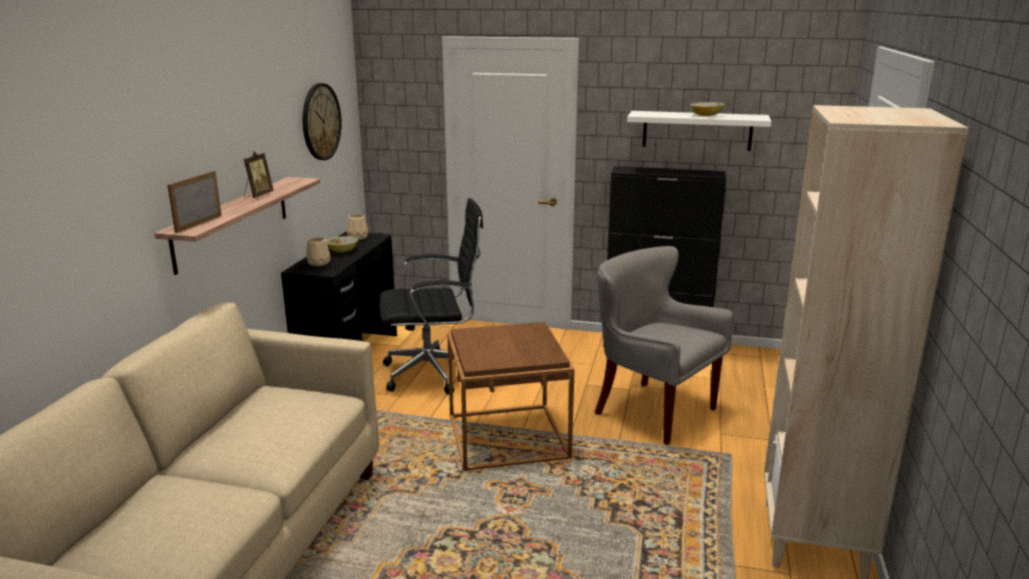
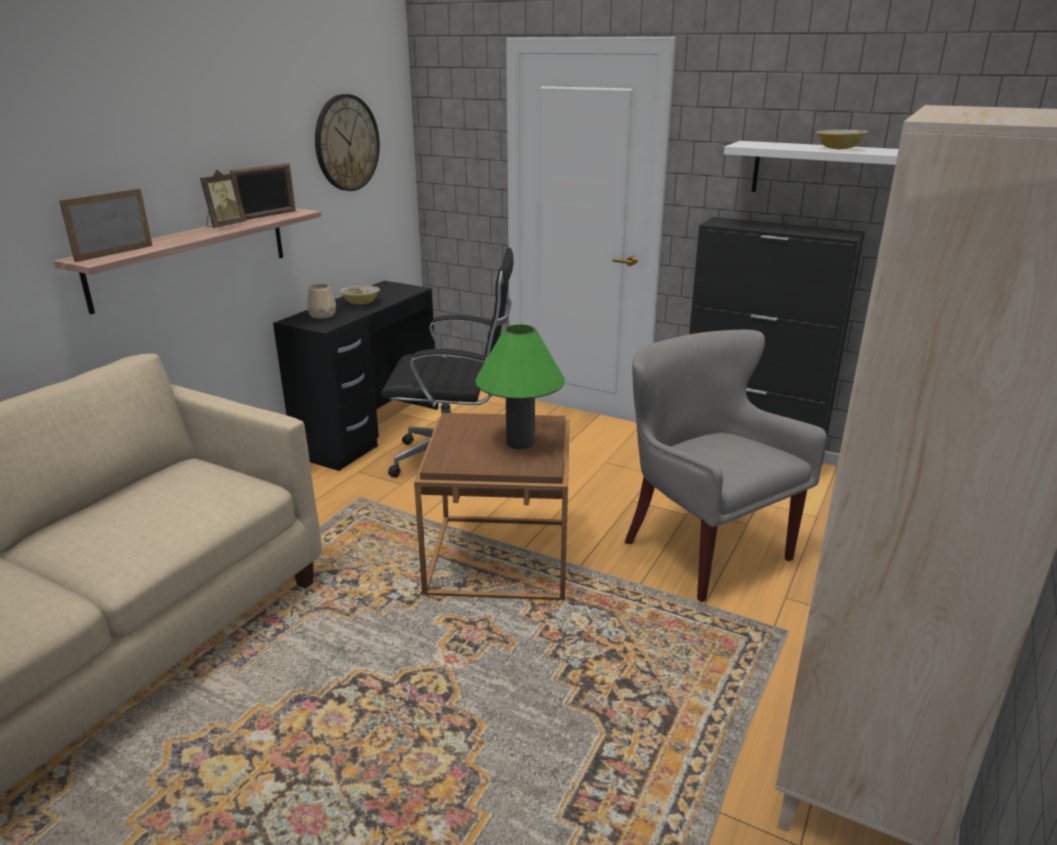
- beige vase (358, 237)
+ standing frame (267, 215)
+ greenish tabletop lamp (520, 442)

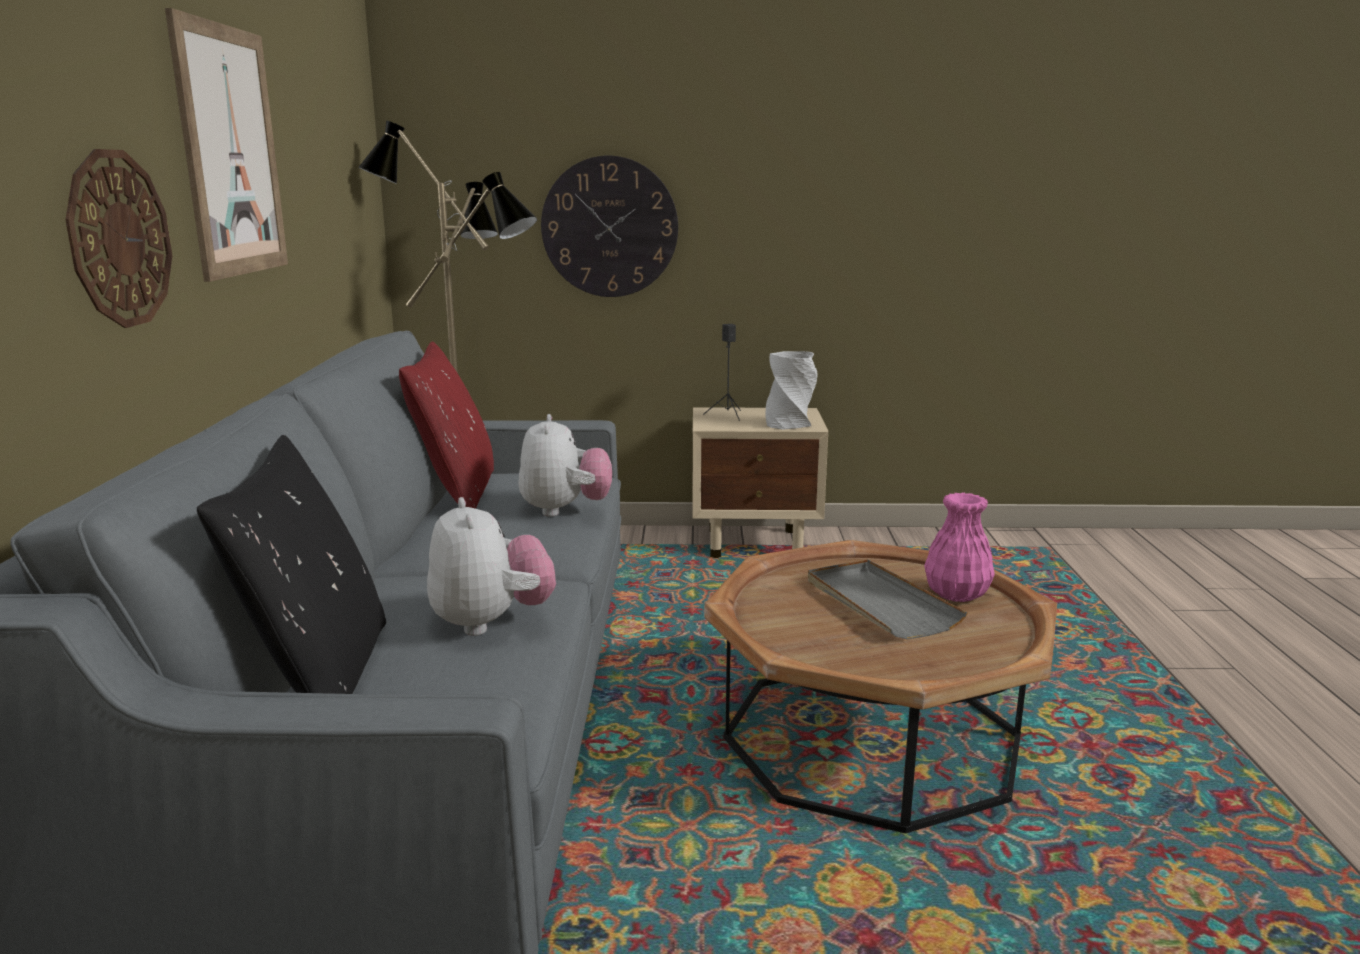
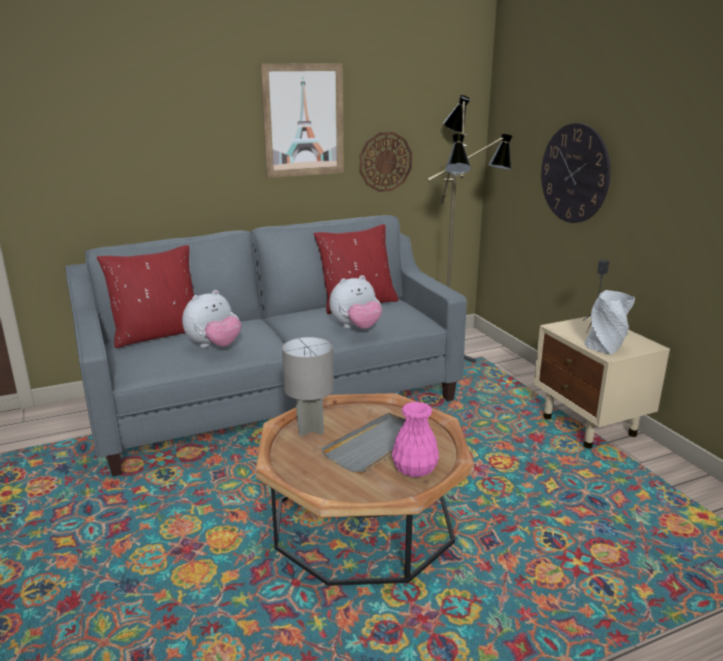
~ clock on the wall (119, 239) to (385, 162)
~ black cushion (319, 676) to red-coloured cushion (158, 334)
+ gray tabletop lamp (310, 429)

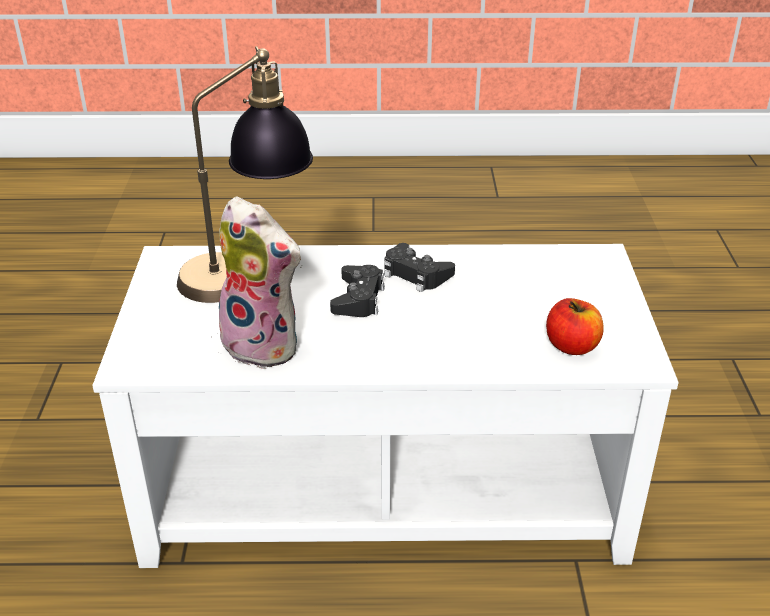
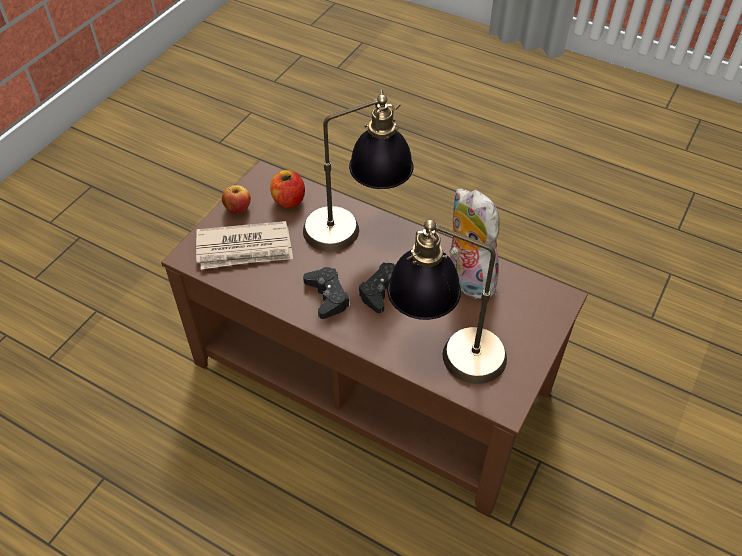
~ white coffee table (384, 484) to brown coffee table (371, 377)
+ newspaper (245, 249)
+ whole apple (237, 208)
+ tabletop lamp (356, 231)

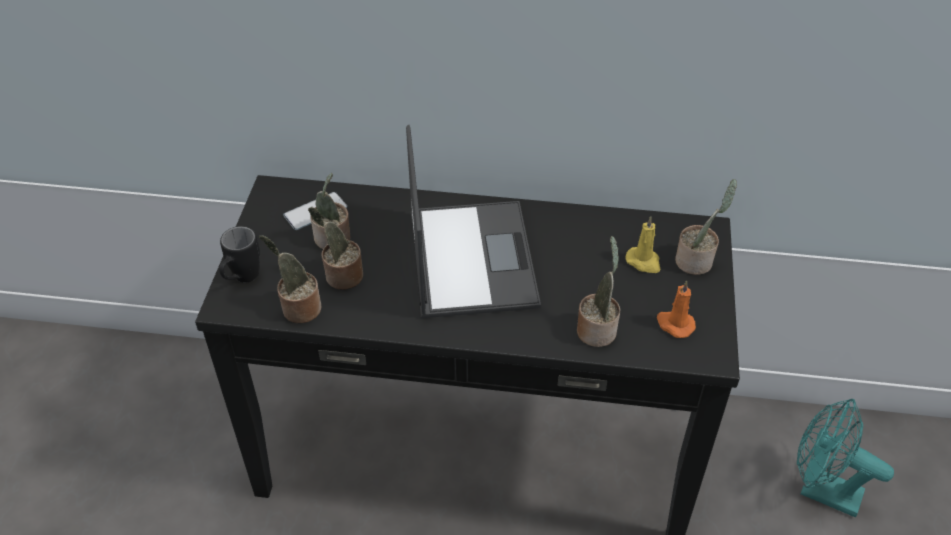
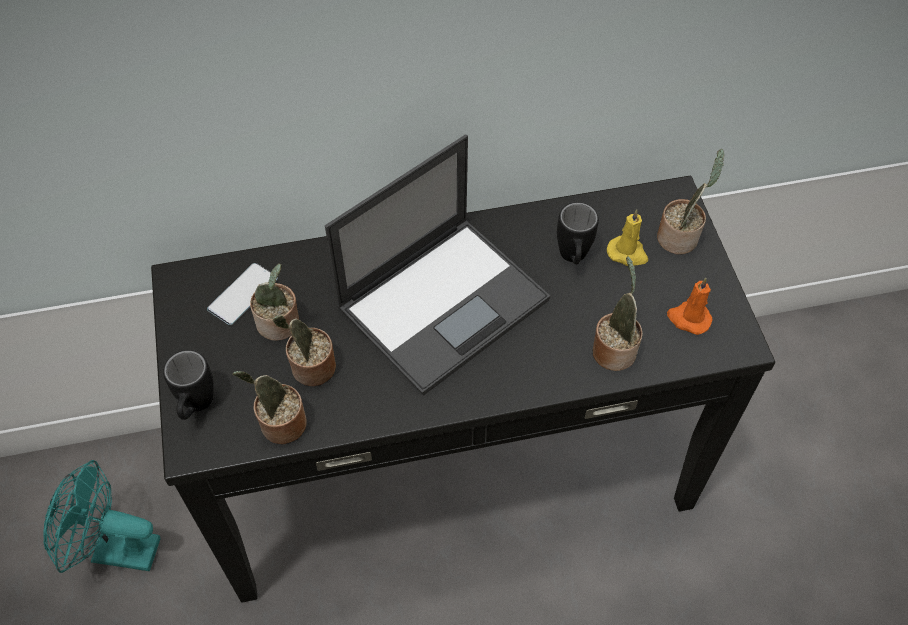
~ notebook computer (471, 257) = (445, 302) 75 degrees clockwise
~ turquoise-coloured electric fan (820, 490) to (115, 550)
+ black coffee mug (573, 259)

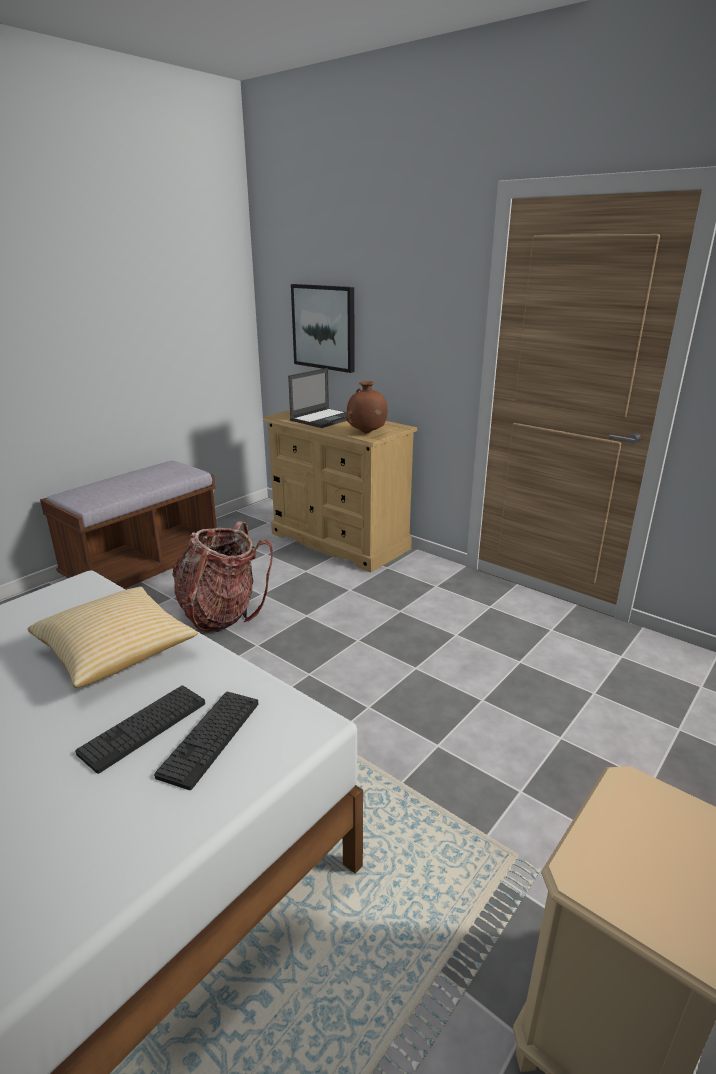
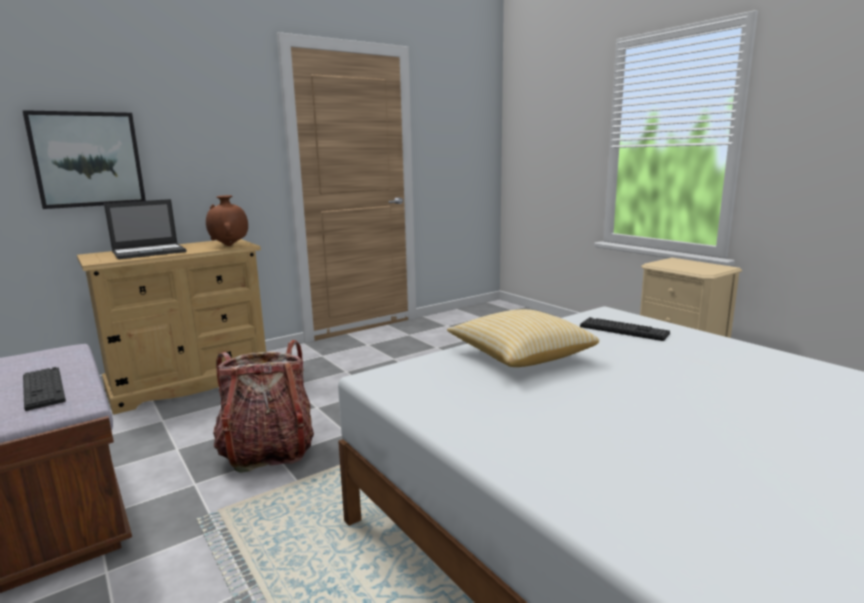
~ PC keyboard (144, 727) to (43, 389)
~ notebook computer (324, 418) = (150, 252) 90 degrees clockwise

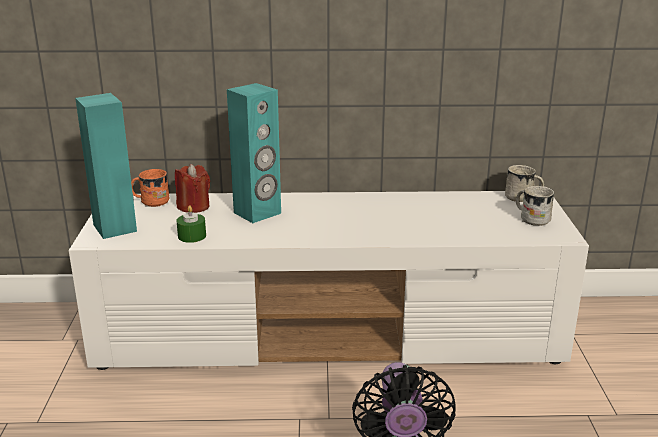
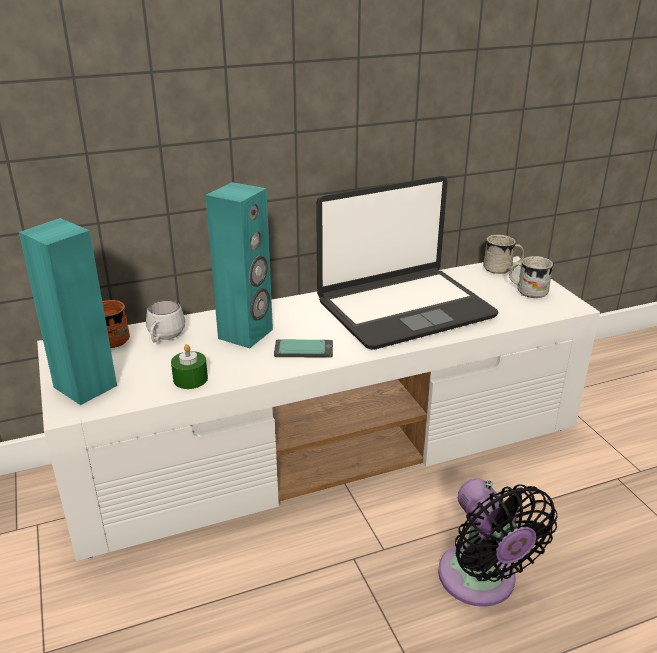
~ red-coloured candle (193, 206) to white coffee mug (164, 339)
+ phone (303, 350)
+ notebook computer (404, 309)

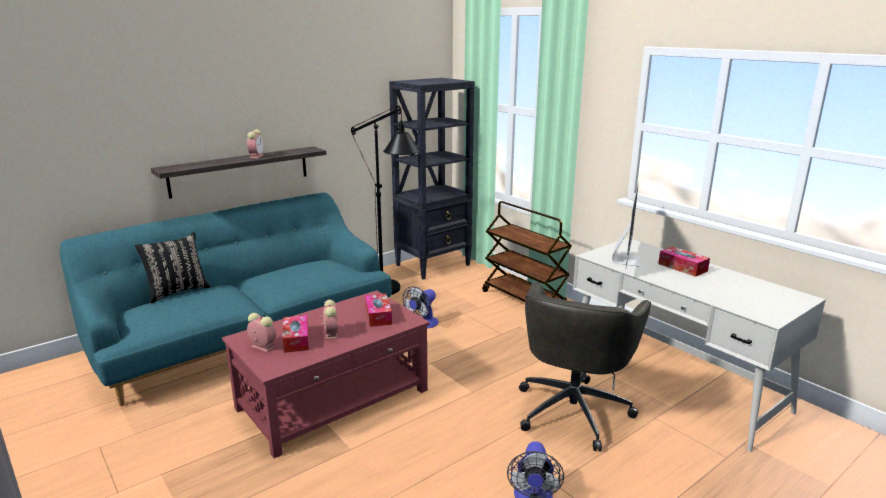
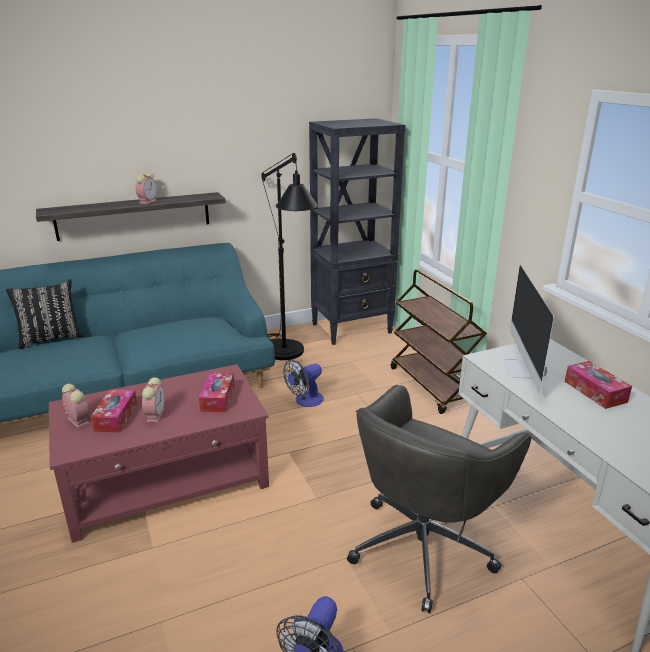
~ computer screen (626, 259) = (524, 369) 150 degrees clockwise

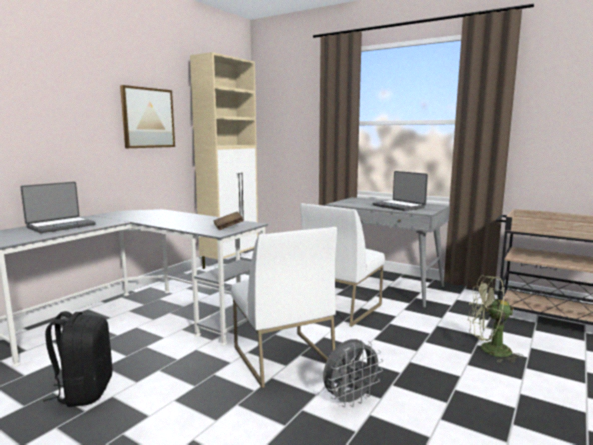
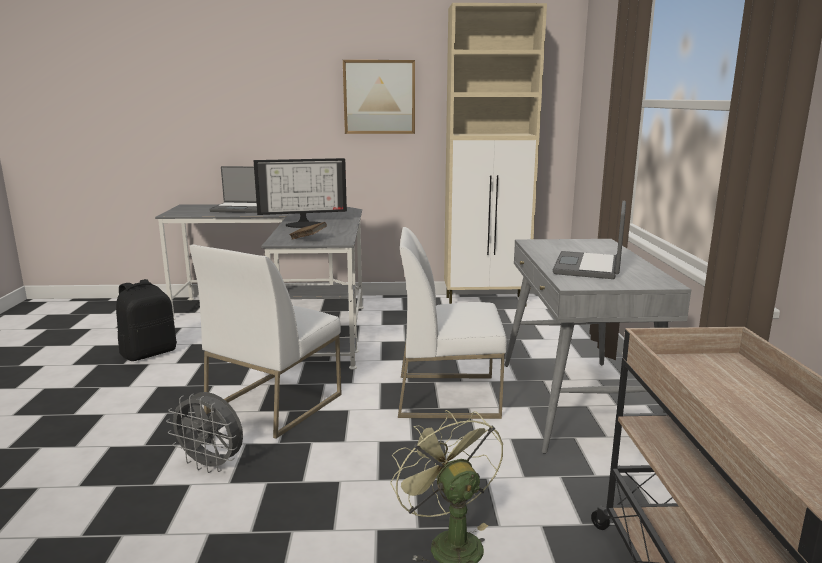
+ computer screen (304, 224)

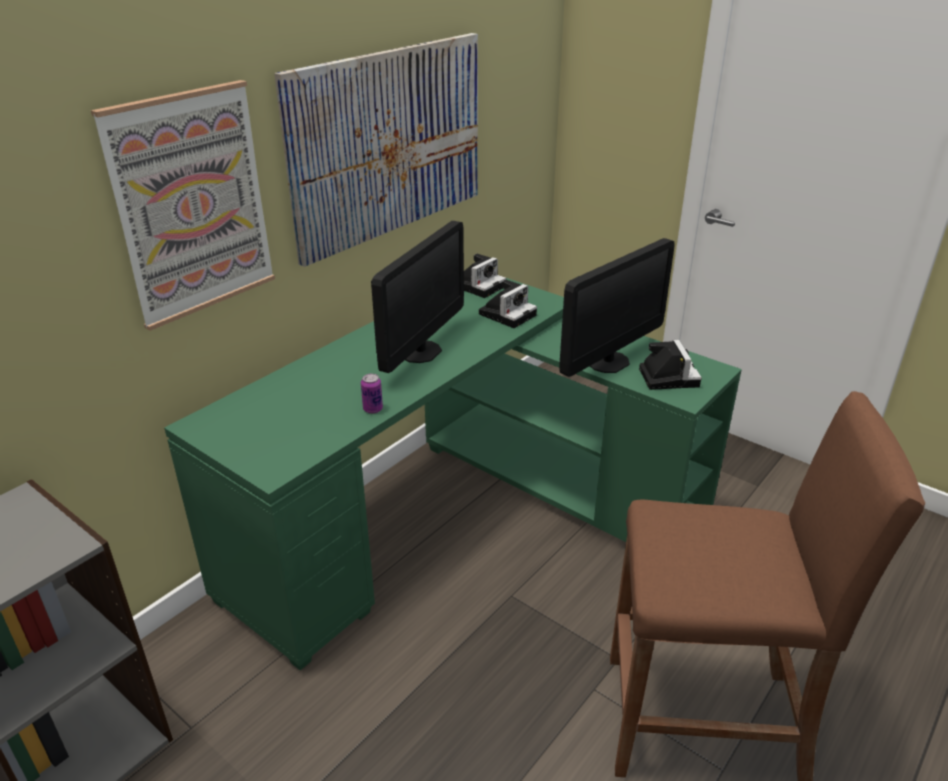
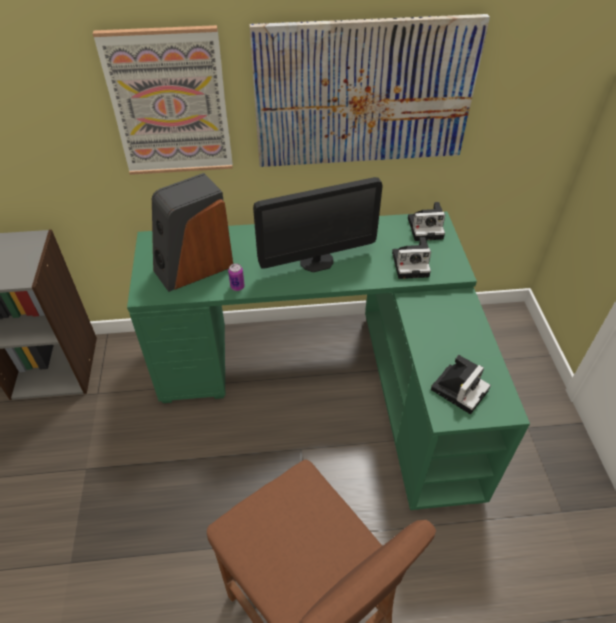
- computer screen (608, 362)
+ speaker (193, 267)

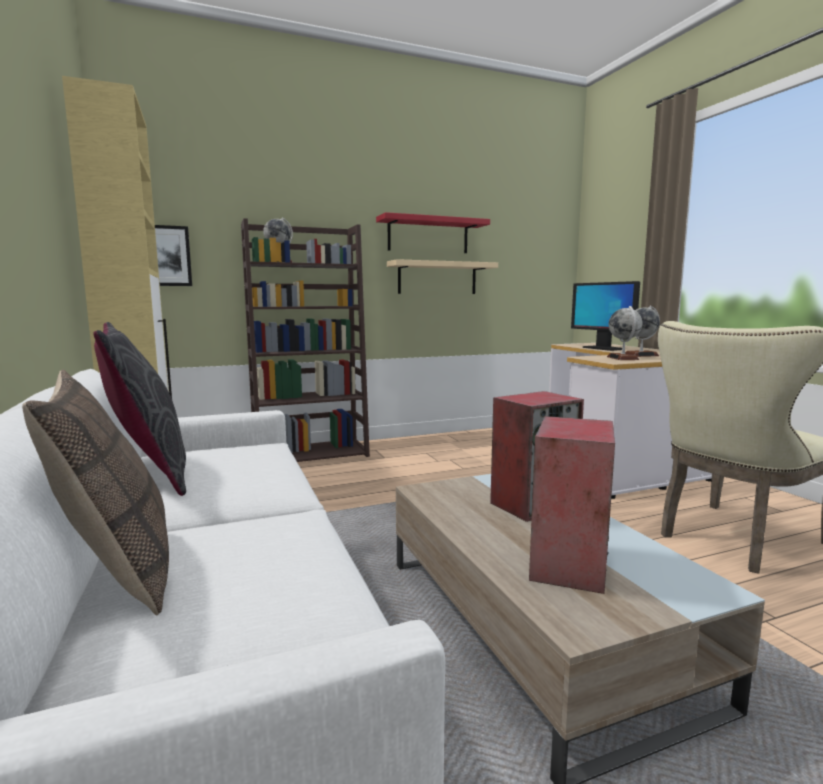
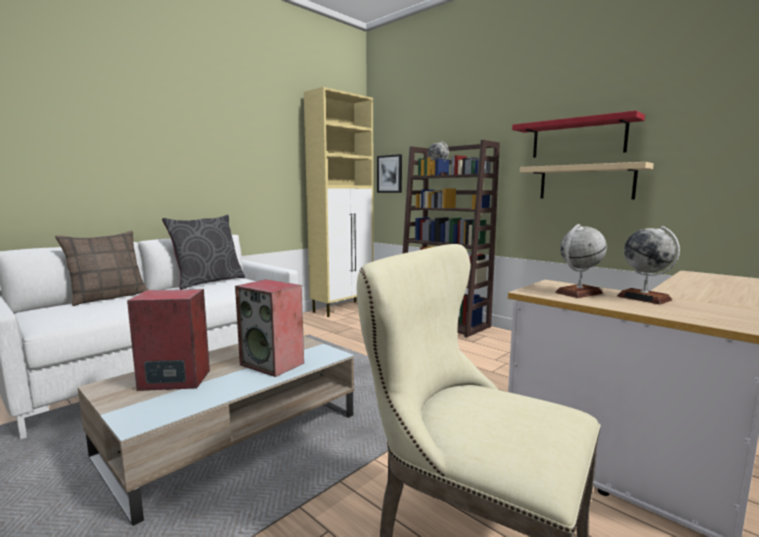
- computer screen (602, 348)

